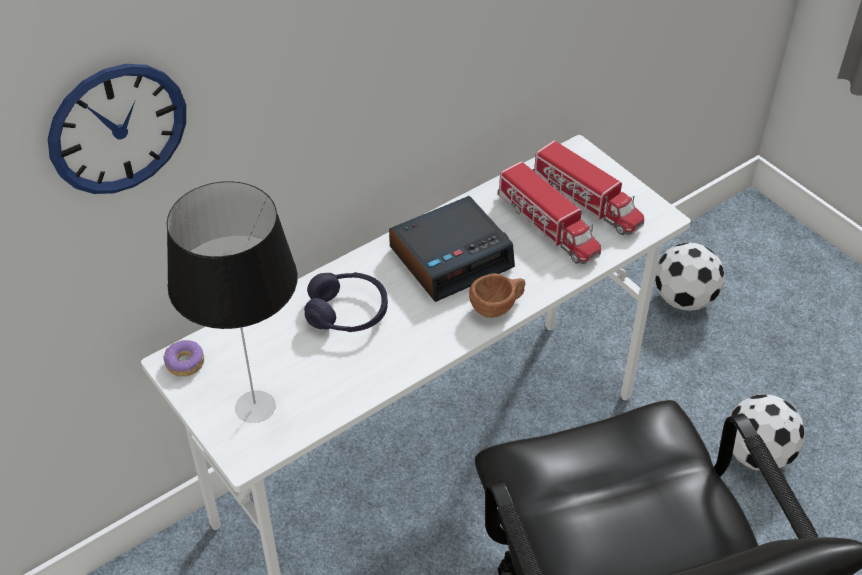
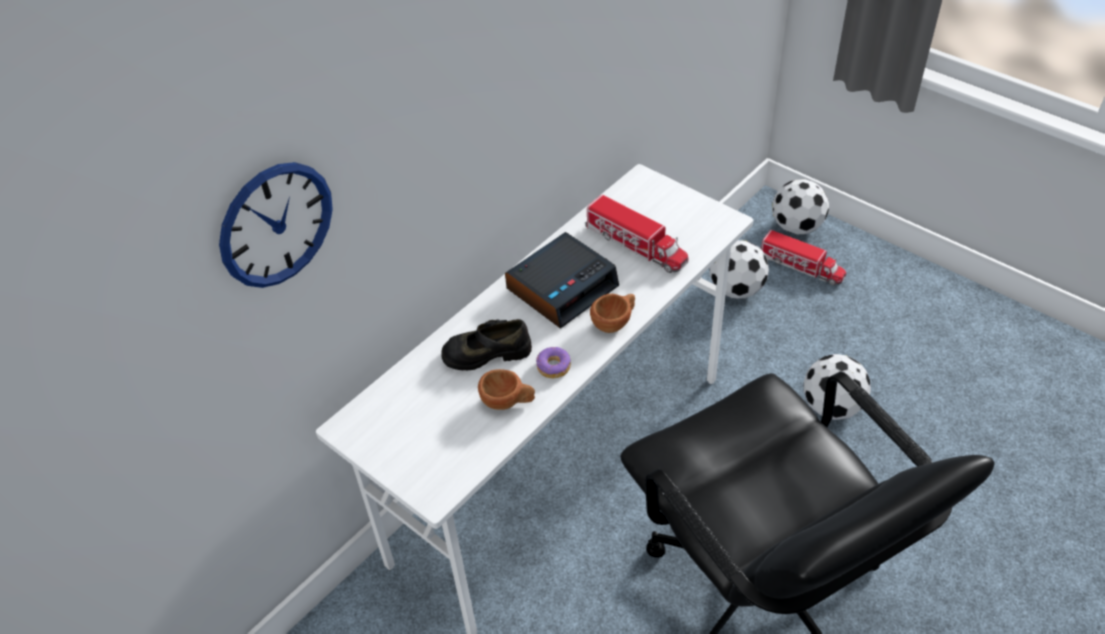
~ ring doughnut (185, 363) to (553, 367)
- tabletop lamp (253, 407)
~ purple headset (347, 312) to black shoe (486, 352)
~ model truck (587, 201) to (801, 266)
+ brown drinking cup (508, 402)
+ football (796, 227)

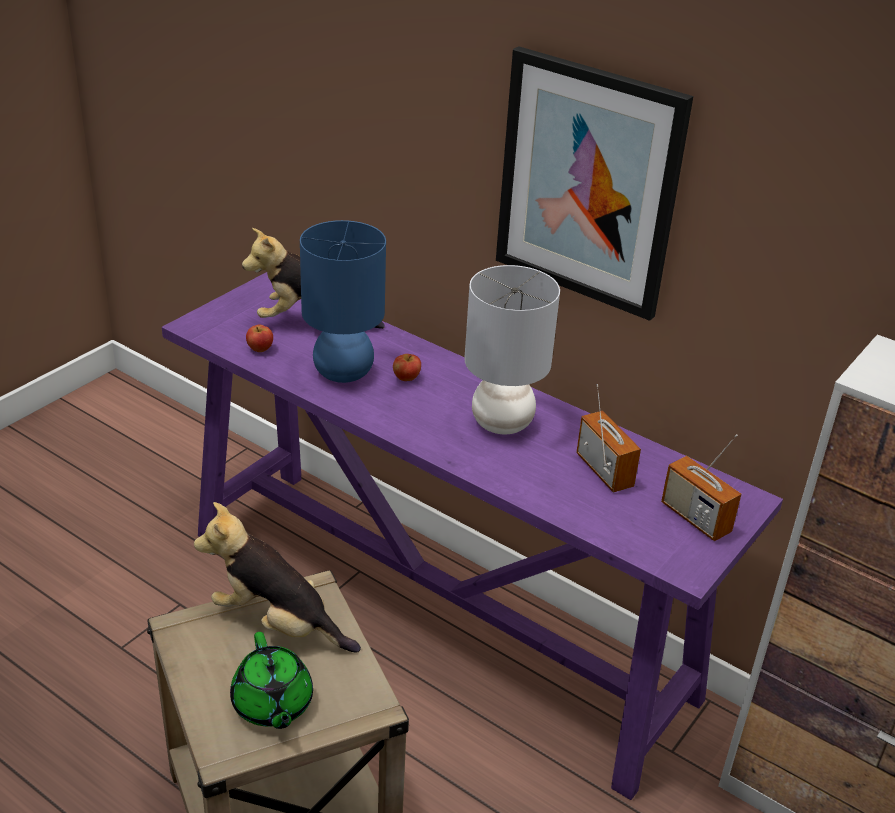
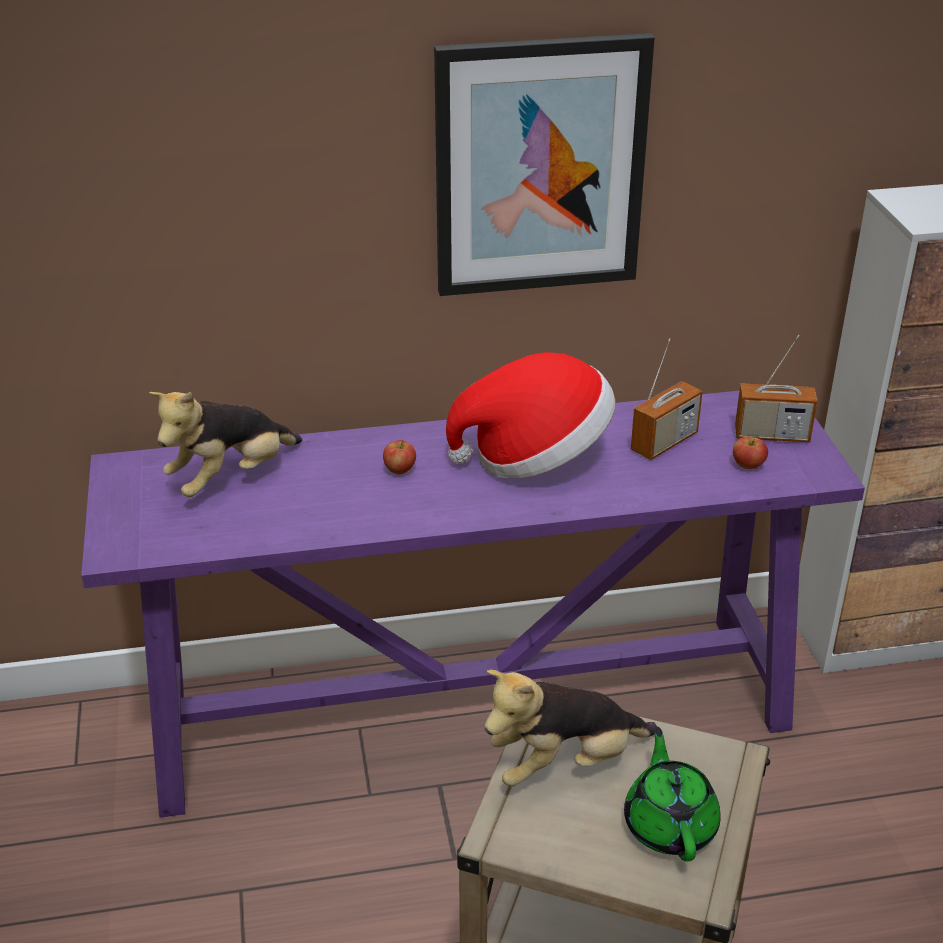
~ greenish pot for tea (272, 704) = (670, 824) 120 degrees counterclockwise
~ whole apple (260, 349) to (748, 465)
- blue tabletop lamp (342, 373)
~ gray tabletop lamp (501, 423) to wearable hat (535, 456)
~ radio set (604, 471) = (664, 442) 120 degrees clockwise

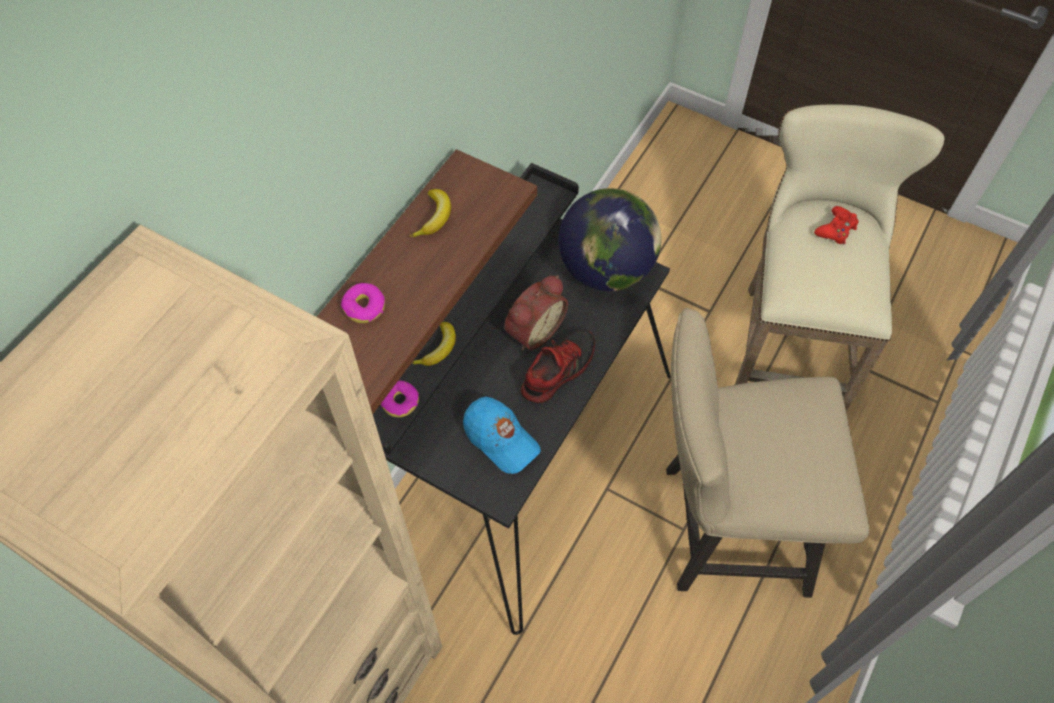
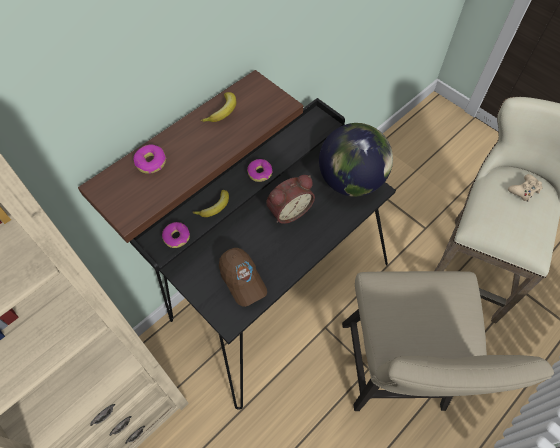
~ blue peaked cap (500, 439) to brown peaked cap (242, 280)
- shoe (558, 370)
~ beige upright chair (722, 527) = (395, 374) 105 degrees counterclockwise
~ red-coloured game controller (836, 230) to beige game controller (524, 190)
+ ring doughnut (260, 173)

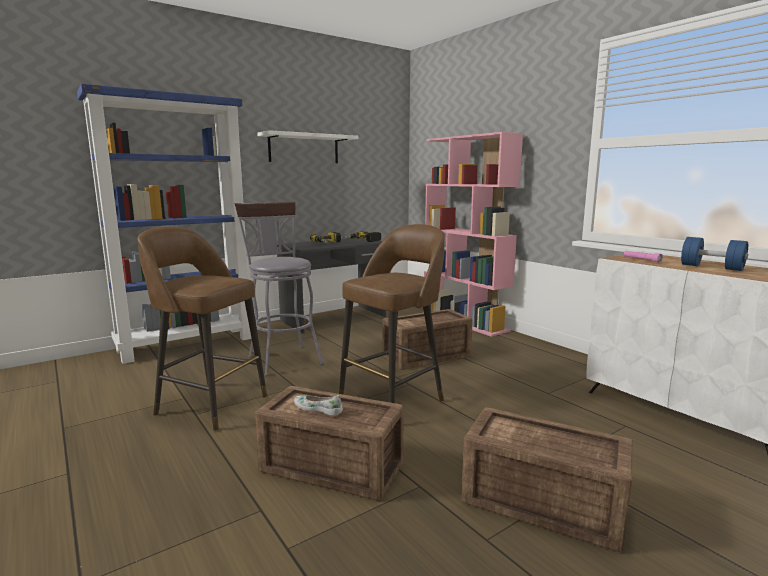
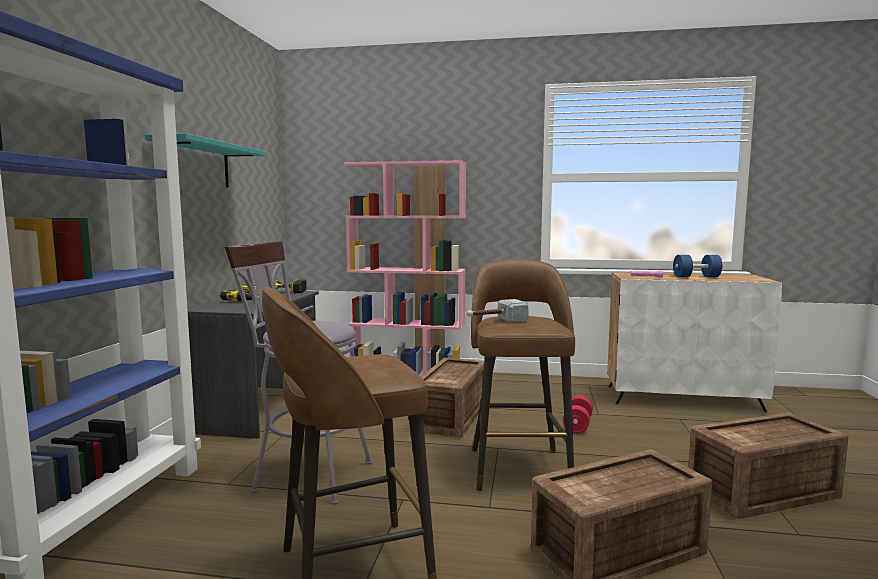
~ white bracket shelf (304, 148) to turquoise-coloured bracket shelf (195, 164)
- white shoe (318, 409)
+ tool hammer (495, 321)
+ red-coloured dumbbell (577, 425)

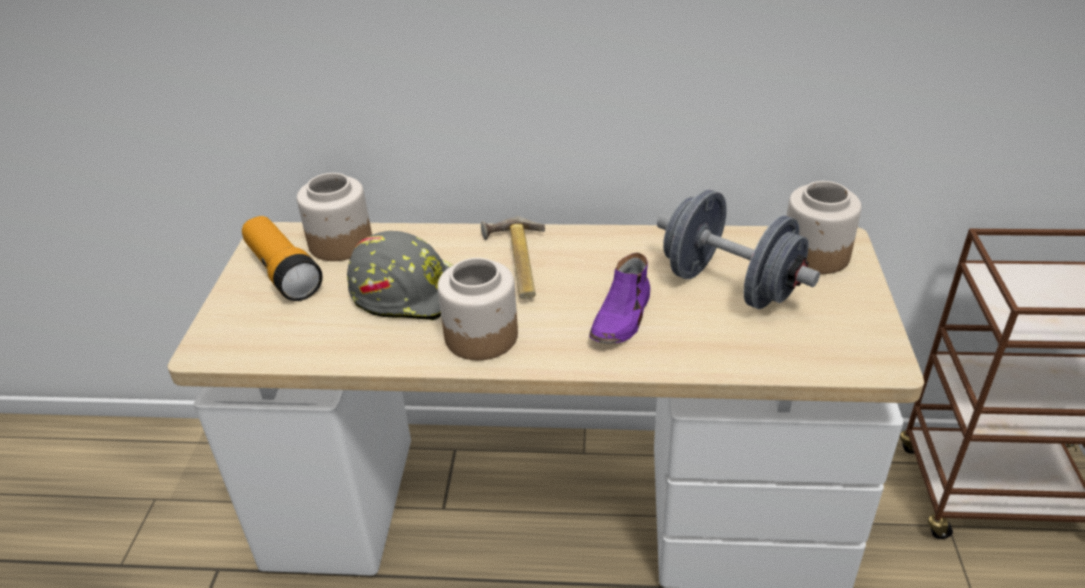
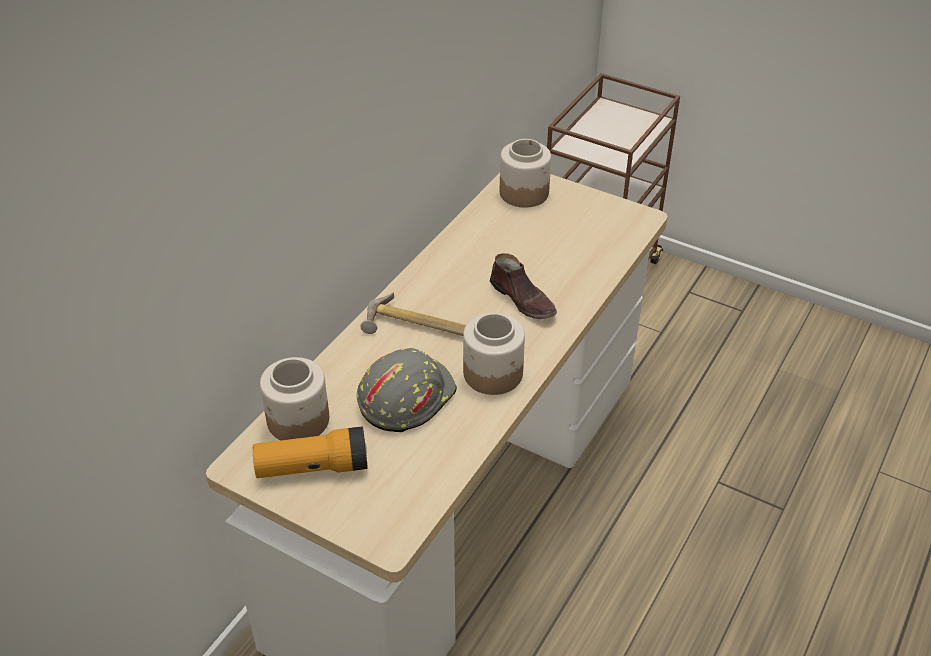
~ purple shoe (622, 317) to brown shoe (523, 299)
- gray dumbbell (730, 285)

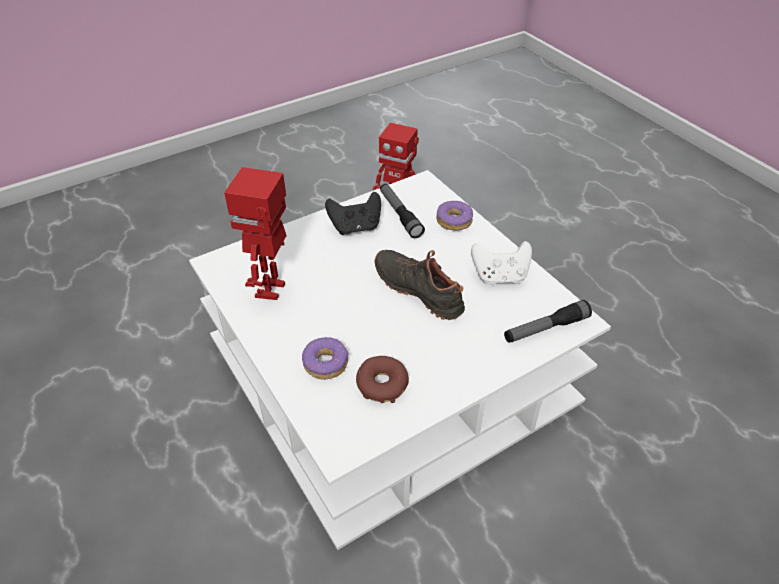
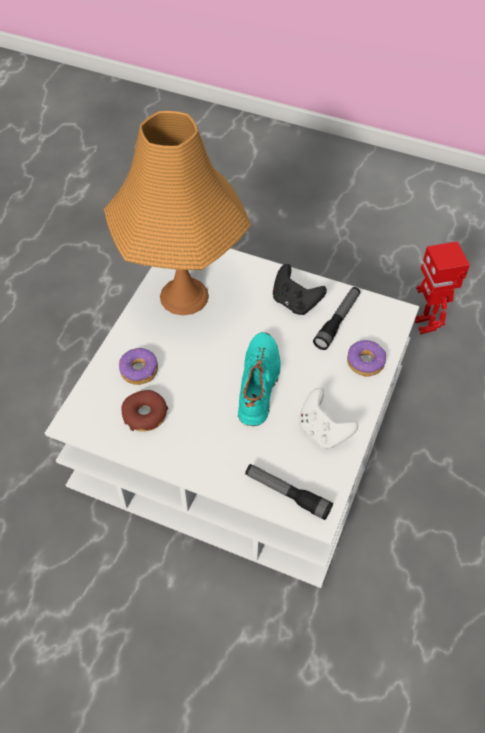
~ robot figure (272, 290) to orange tabletop lamp (183, 296)
~ black shoe (420, 289) to turquoise-coloured shoe (260, 384)

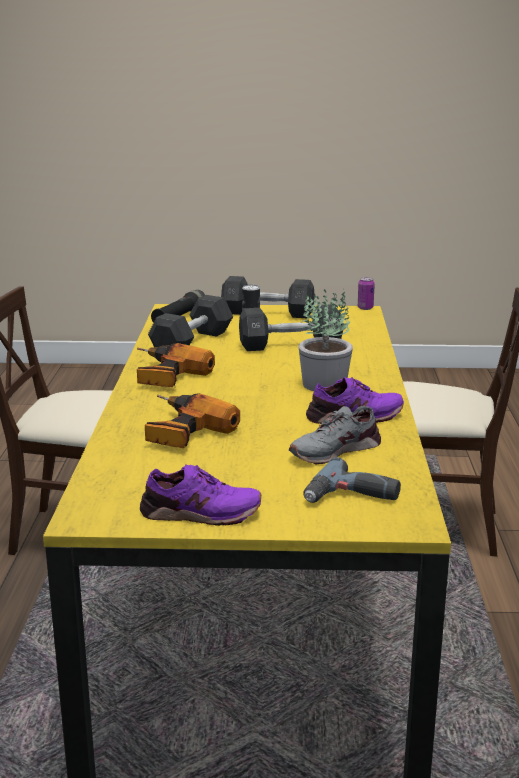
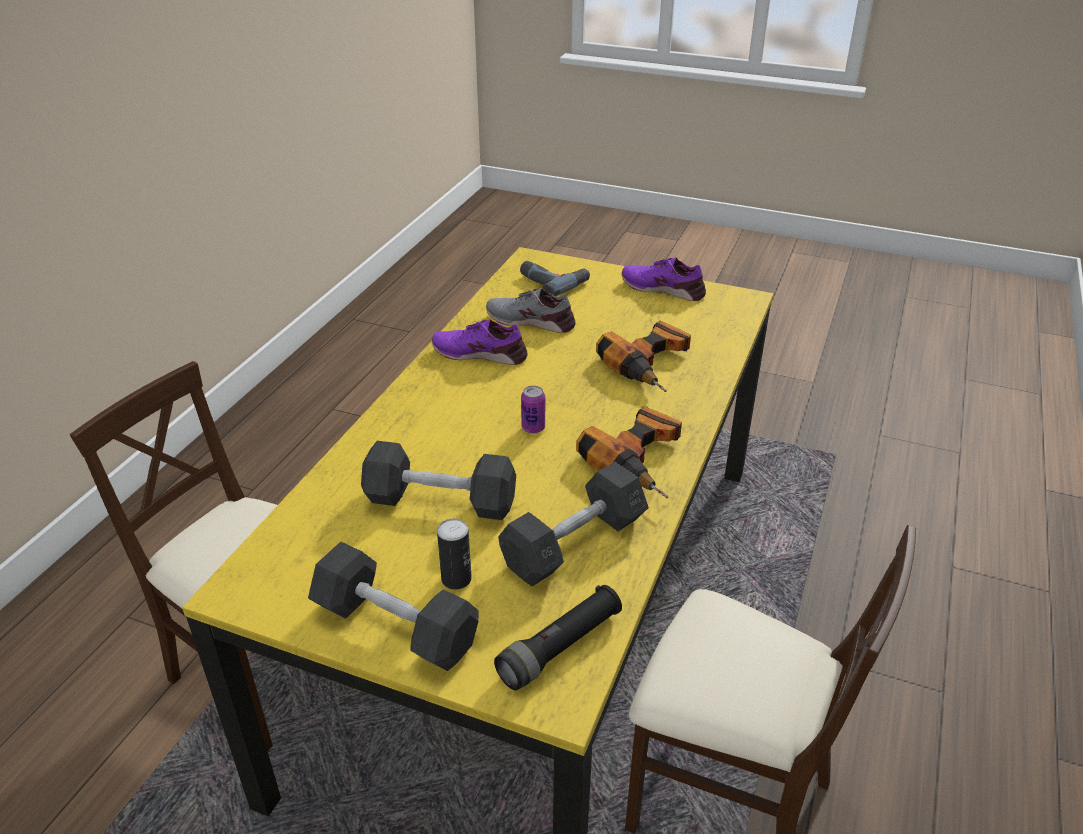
~ gray shoe (334, 450) = (531, 320) 150 degrees counterclockwise
- houseplant (324, 384)
~ sealed can (365, 308) to (533, 428)

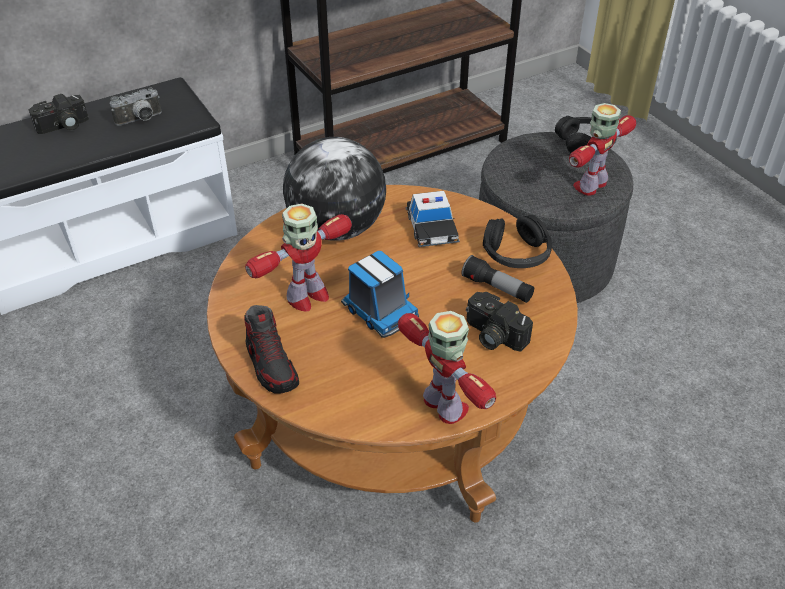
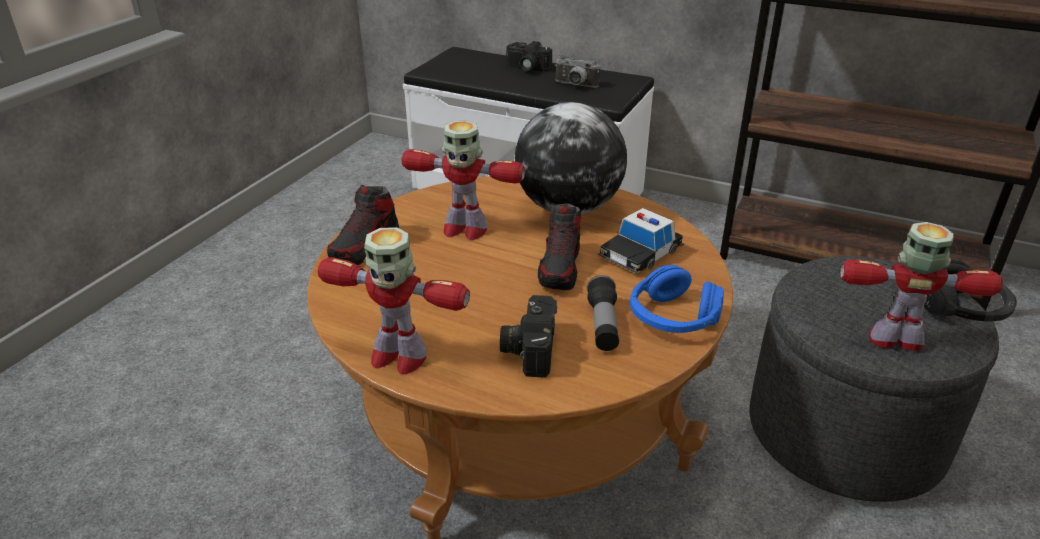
- model truck (379, 311)
~ robot figure (445, 407) = (397, 356) 90 degrees clockwise
~ black headset (516, 254) to blue headset (672, 317)
+ shoe (560, 268)

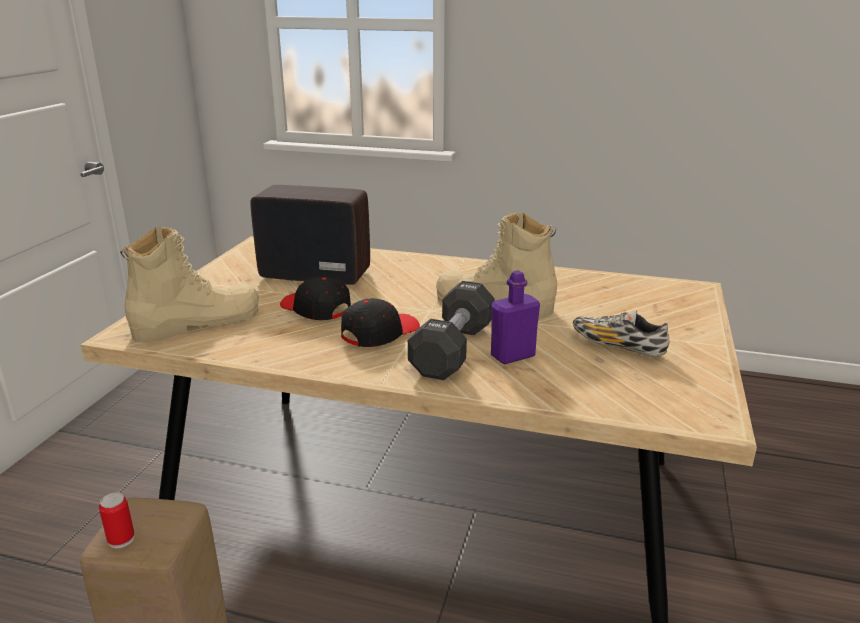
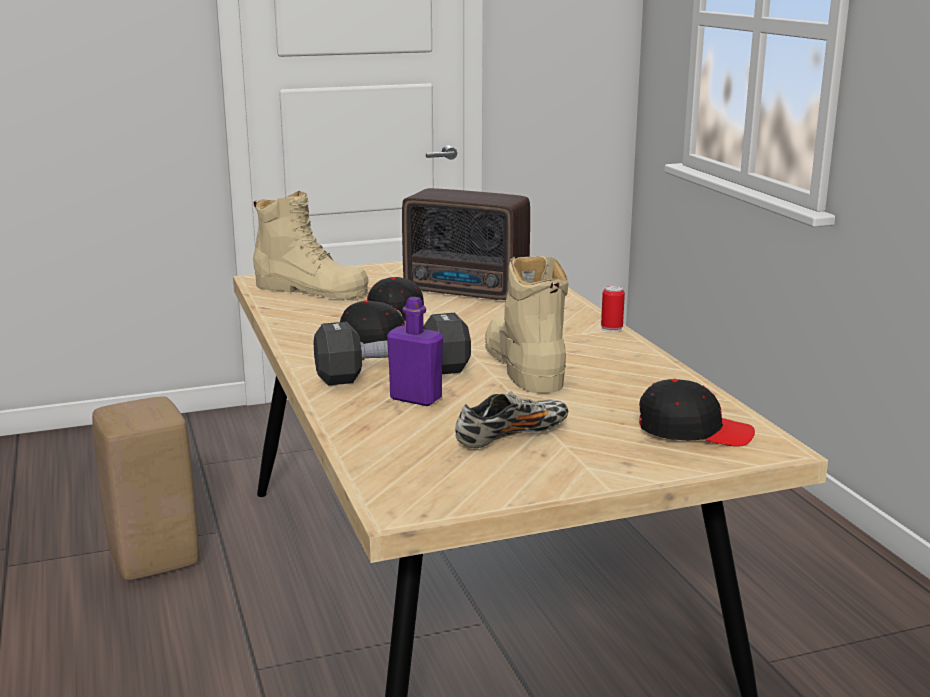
~ sealed can (121, 539) to (611, 328)
~ radio set (313, 274) = (468, 291) 135 degrees clockwise
~ shoe (617, 346) = (511, 436) 60 degrees clockwise
+ black peaked cap (693, 430)

